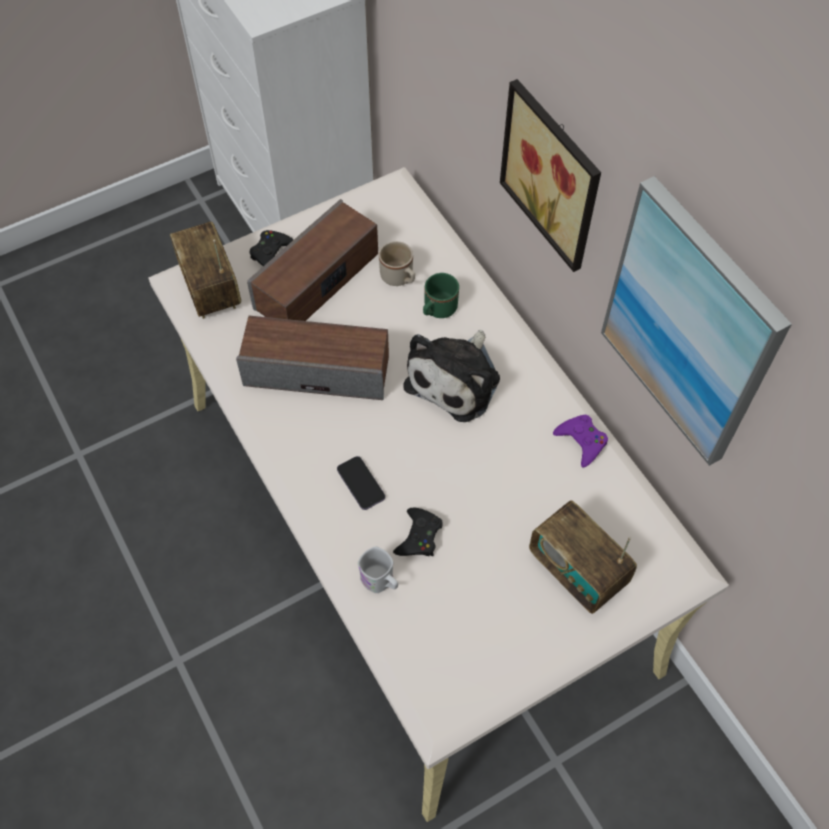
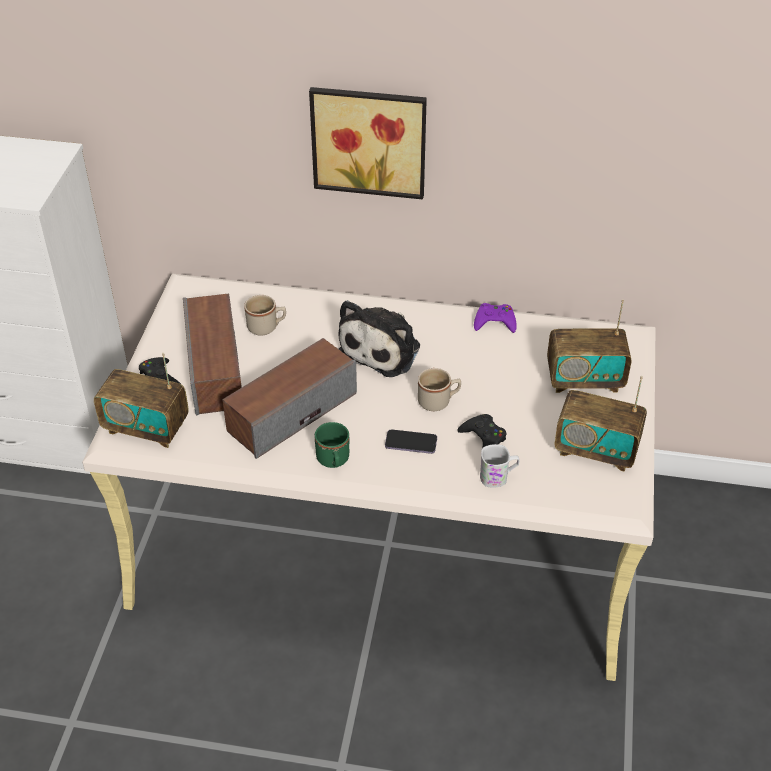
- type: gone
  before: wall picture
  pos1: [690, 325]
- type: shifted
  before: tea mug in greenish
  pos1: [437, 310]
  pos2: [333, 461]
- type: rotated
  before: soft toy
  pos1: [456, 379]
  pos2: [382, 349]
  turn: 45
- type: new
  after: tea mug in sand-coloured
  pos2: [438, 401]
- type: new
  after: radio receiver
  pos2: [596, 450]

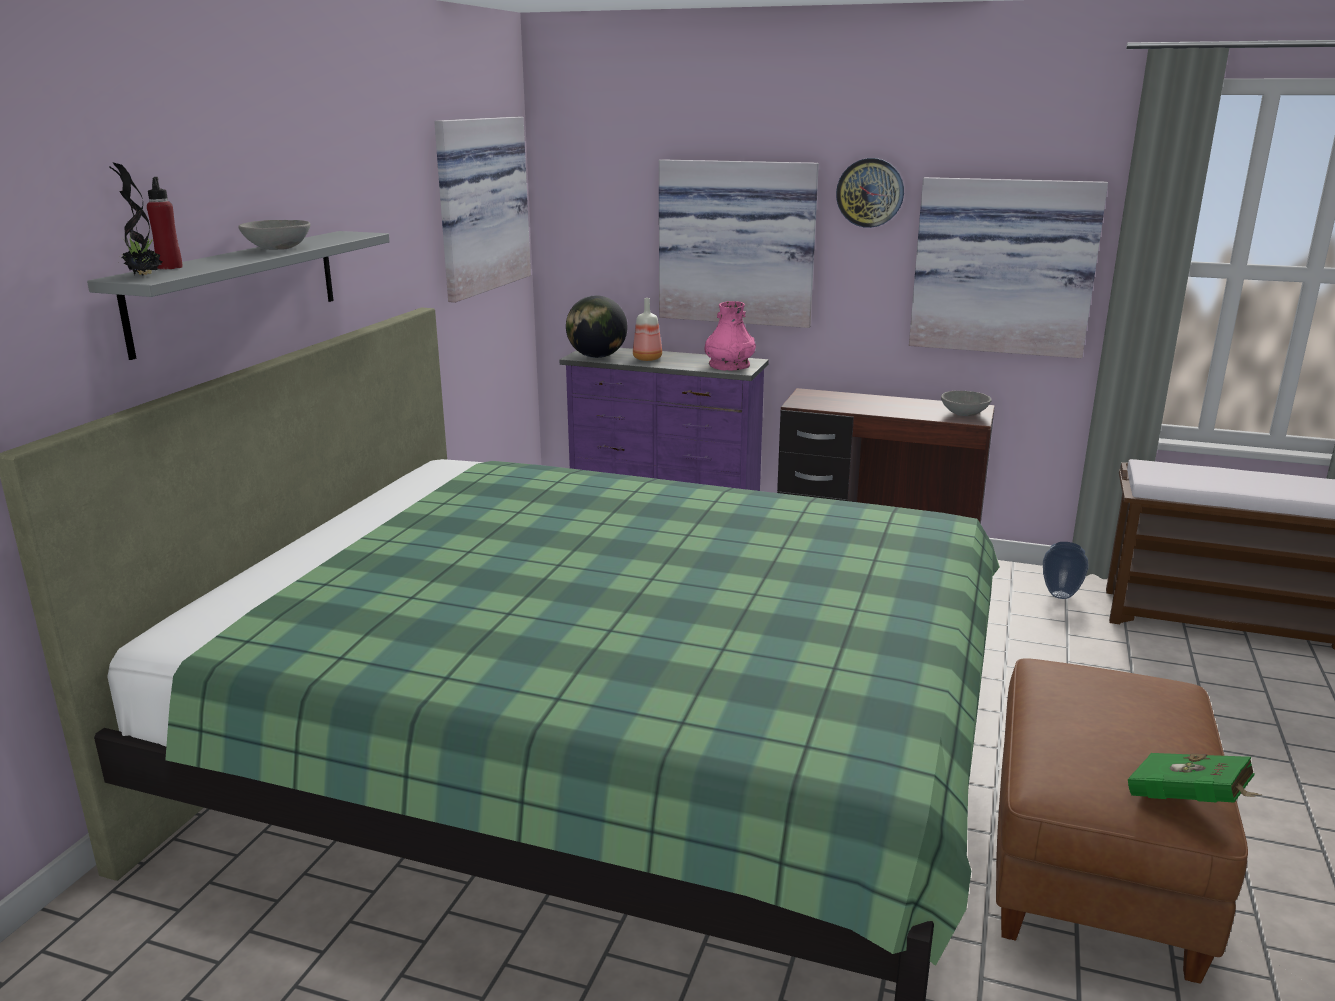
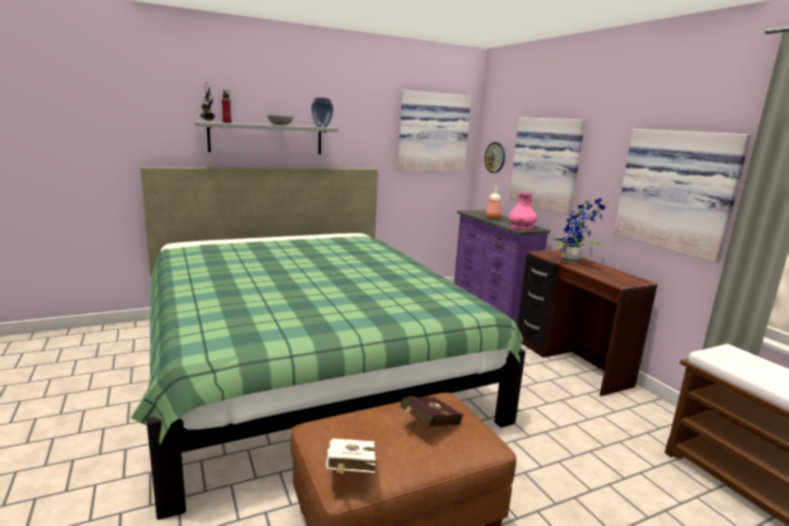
- type: shifted
  before: clock on the wall
  pos1: [870, 192]
  pos2: [495, 157]
- type: gone
  before: globe
  pos1: [597, 357]
- type: gone
  before: deep dish in grey
  pos1: [964, 414]
- type: shifted
  before: flower vase
  pos1: [1060, 595]
  pos2: [321, 126]
- type: repainted
  before: book in greenish
  after: book in white
  pos1: [1190, 803]
  pos2: [349, 472]
- type: new
  after: potted plant
  pos2: [573, 261]
- type: new
  after: book in reddish
  pos2: [428, 425]

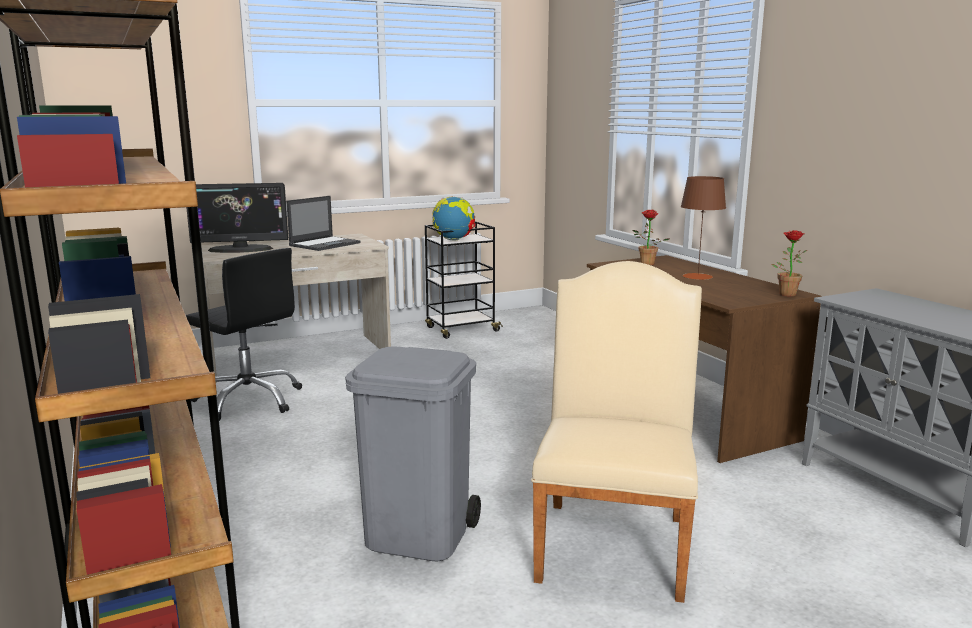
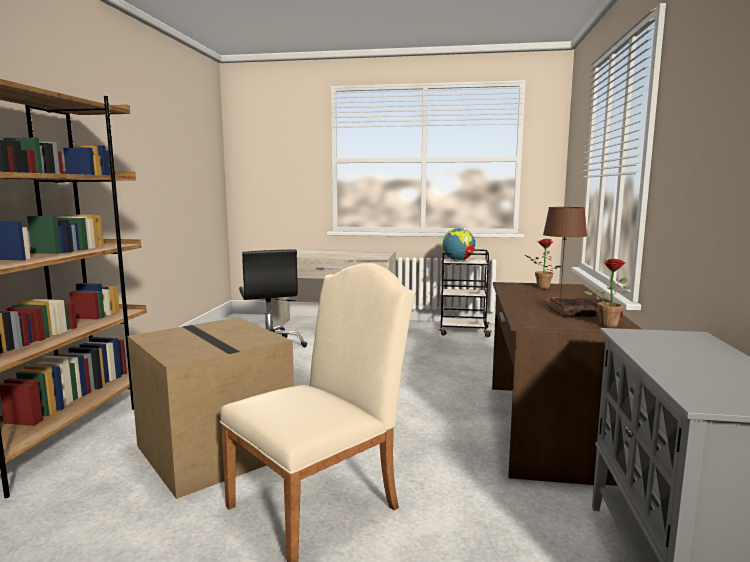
- type: gone
  before: monitor
  pos1: [241, 249]
- type: gone
  before: laptop
  pos1: [325, 244]
- type: swapped
  before: trash can in grey
  after: carton
  pos1: [419, 536]
  pos2: [218, 450]
- type: new
  after: book in brown
  pos2: [582, 312]

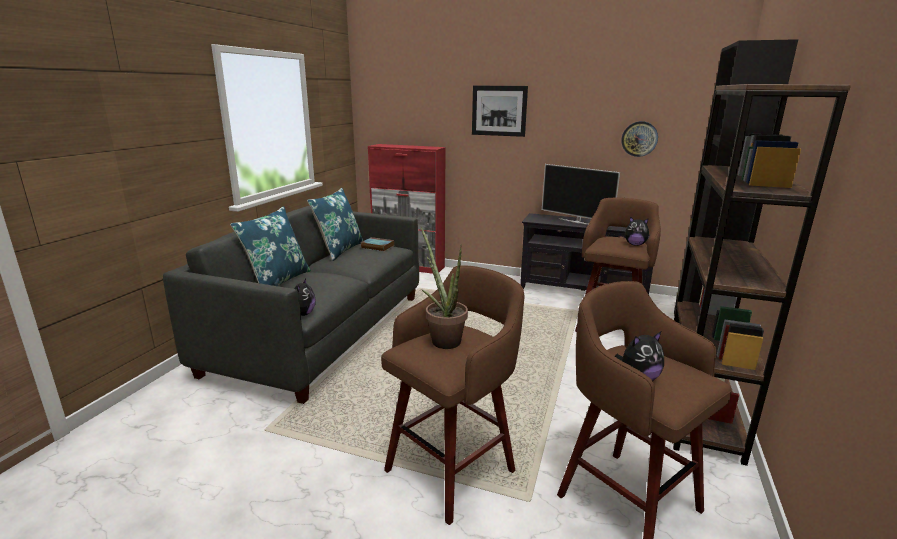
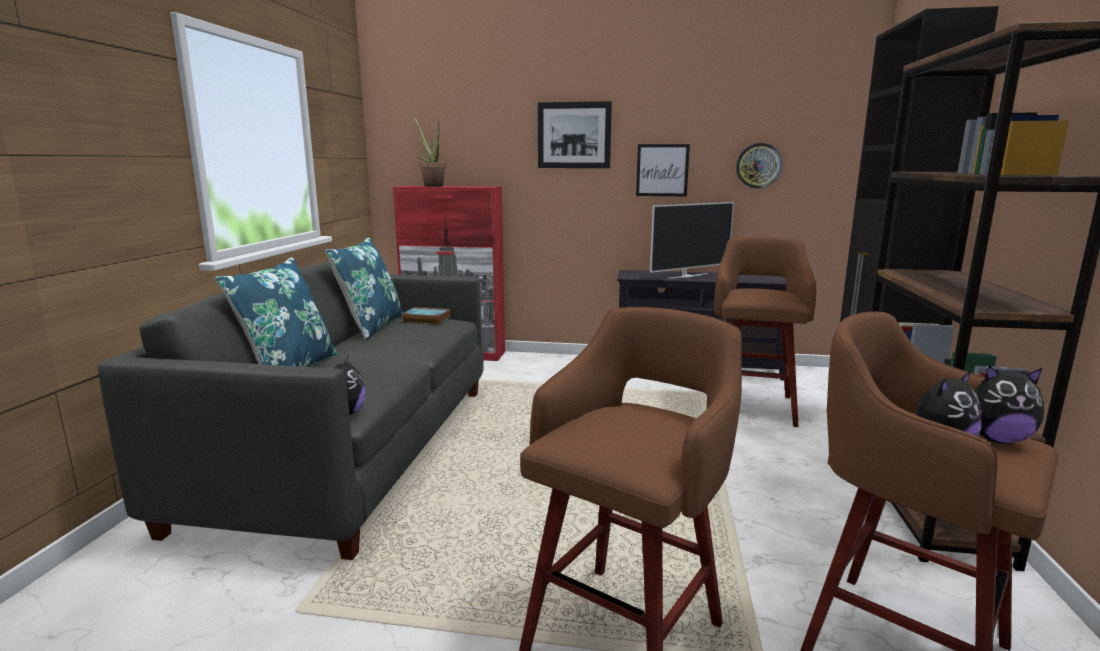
- type: rotated
  before: TV
  pos1: [576, 222]
  pos2: [687, 276]
  turn: -60
- type: shifted
  before: soft toy
  pos1: [635, 244]
  pos2: [996, 439]
- type: shifted
  before: potted plant
  pos1: [442, 339]
  pos2: [431, 186]
- type: new
  after: wall picture
  pos2: [662, 170]

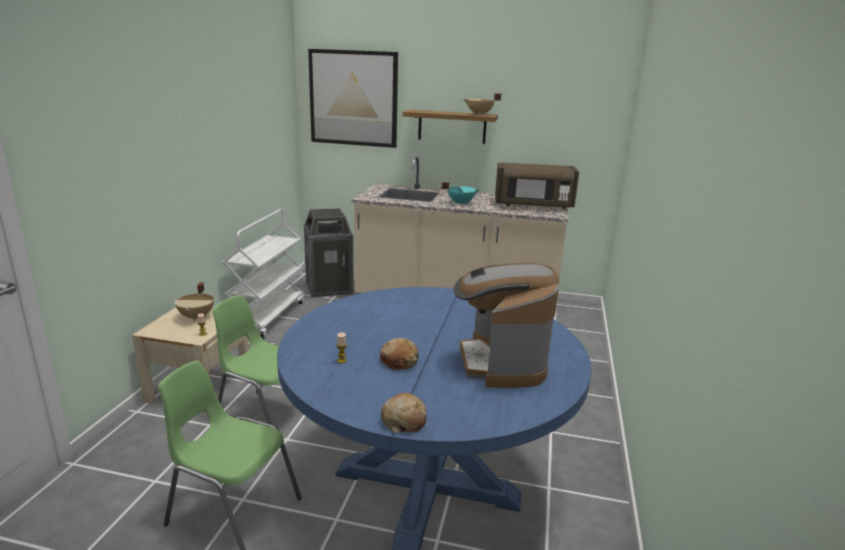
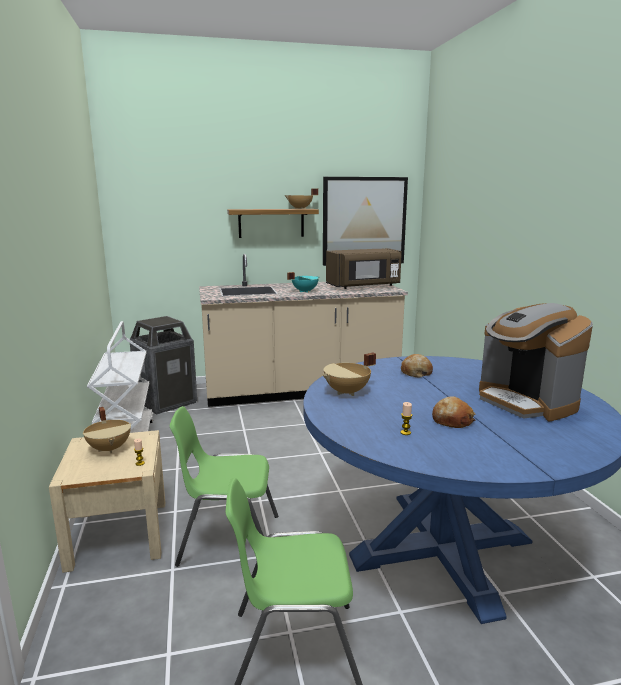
- type: shifted
  before: wall picture
  pos1: [353, 98]
  pos2: [364, 221]
- type: shifted
  before: baked bread
  pos1: [404, 420]
  pos2: [416, 372]
- type: new
  after: cooking pot in sand-coloured
  pos2: [347, 392]

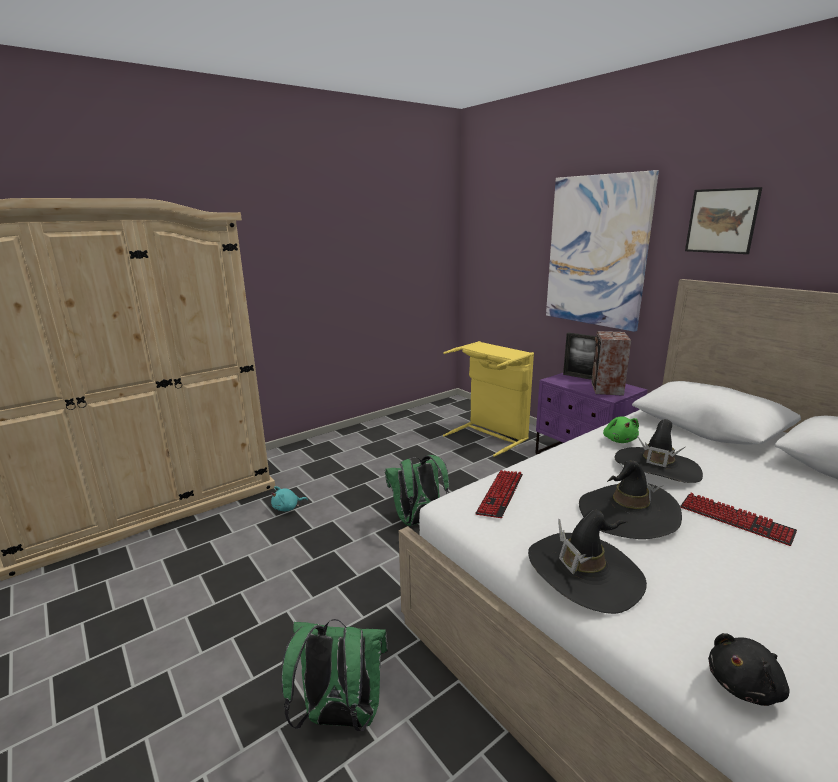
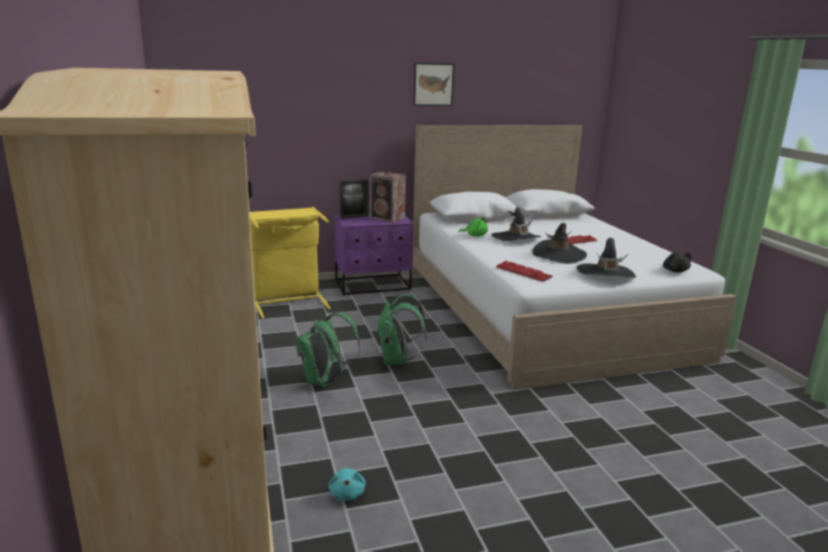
- type: gone
  before: wall picture
  pos1: [596, 251]
- type: shifted
  before: soft toy in turquoise-coloured
  pos1: [287, 508]
  pos2: [347, 493]
- type: shifted
  before: rucksack in greenish
  pos1: [340, 717]
  pos2: [325, 382]

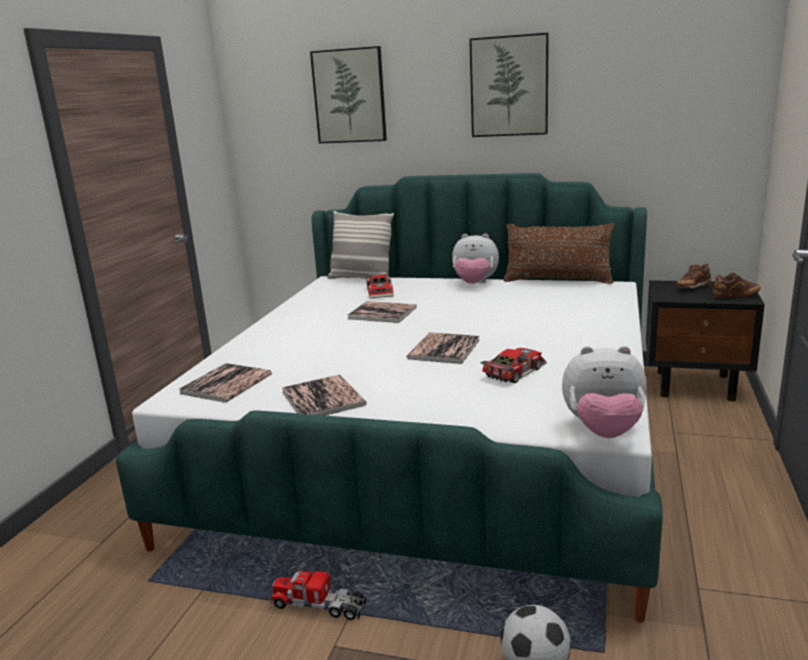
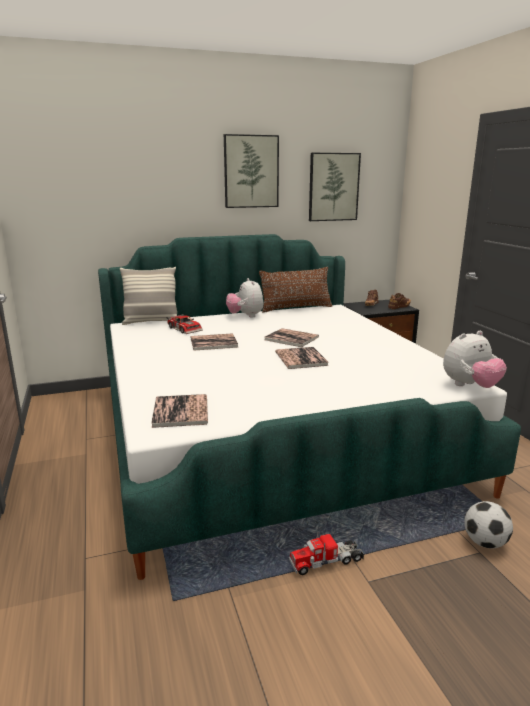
- type: shifted
  before: wall picture
  pos1: [349, 96]
  pos2: [333, 187]
- type: rotated
  before: soft toy
  pos1: [475, 284]
  pos2: [245, 316]
  turn: 90
- type: gone
  before: toy car
  pos1: [512, 371]
- type: shifted
  before: book
  pos1: [323, 398]
  pos2: [291, 338]

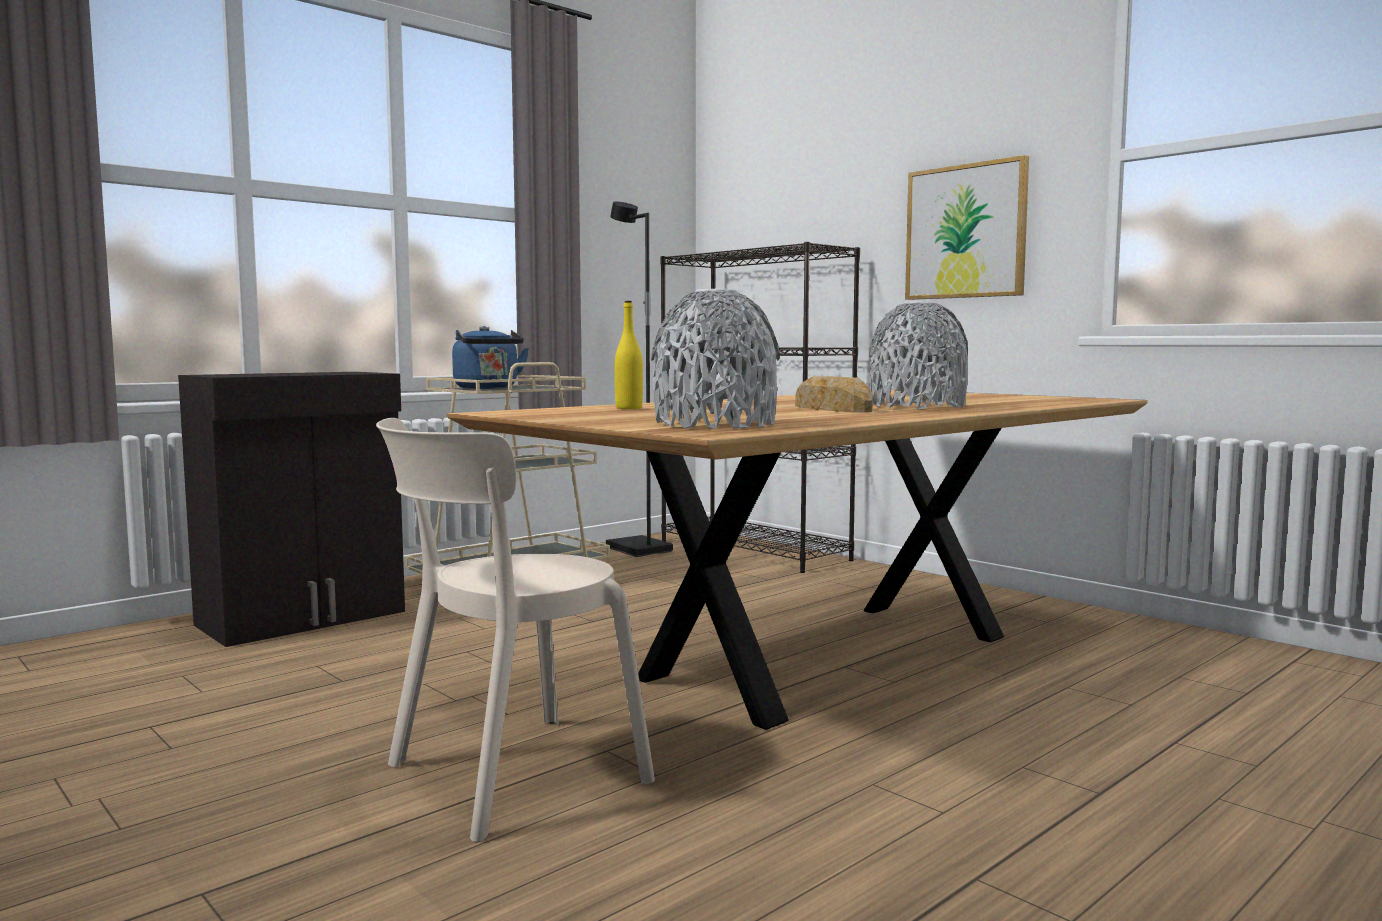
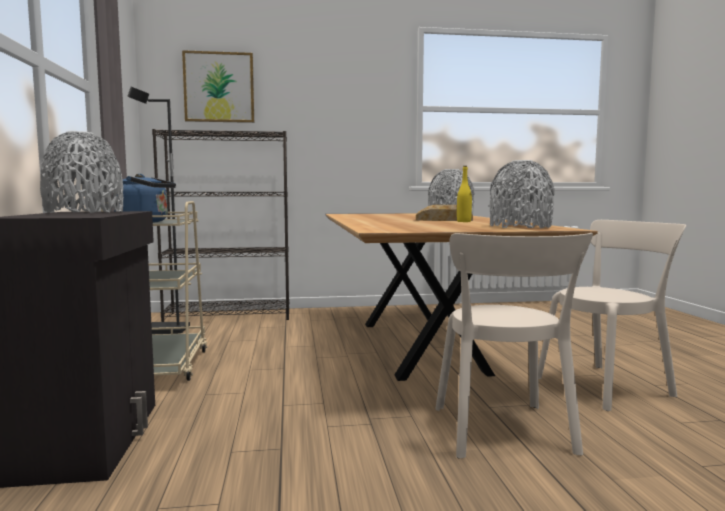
- type: shifted
  before: wall picture
  pos1: [966, 232]
  pos2: [219, 87]
- type: shifted
  before: bottle in yellow-coloured
  pos1: [629, 408]
  pos2: [463, 221]
- type: new
  after: flower vase in grey
  pos2: [84, 212]
- type: new
  after: plain chair in sand-coloured
  pos2: [607, 385]

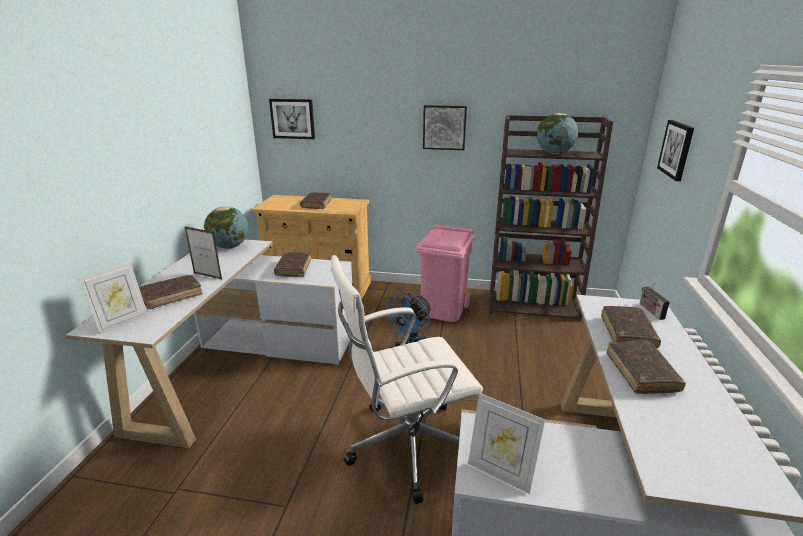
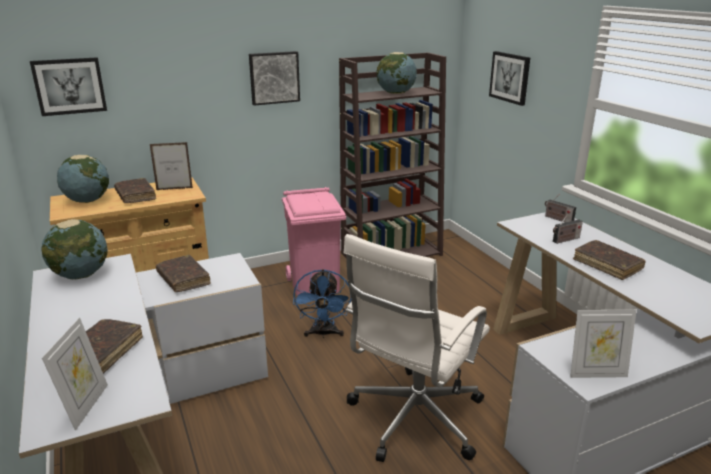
- type: shifted
  before: picture frame
  pos1: [207, 276]
  pos2: [174, 189]
- type: swapped
  before: book in brown
  after: radio receiver
  pos1: [627, 332]
  pos2: [565, 240]
- type: new
  after: globe
  pos2: [87, 200]

